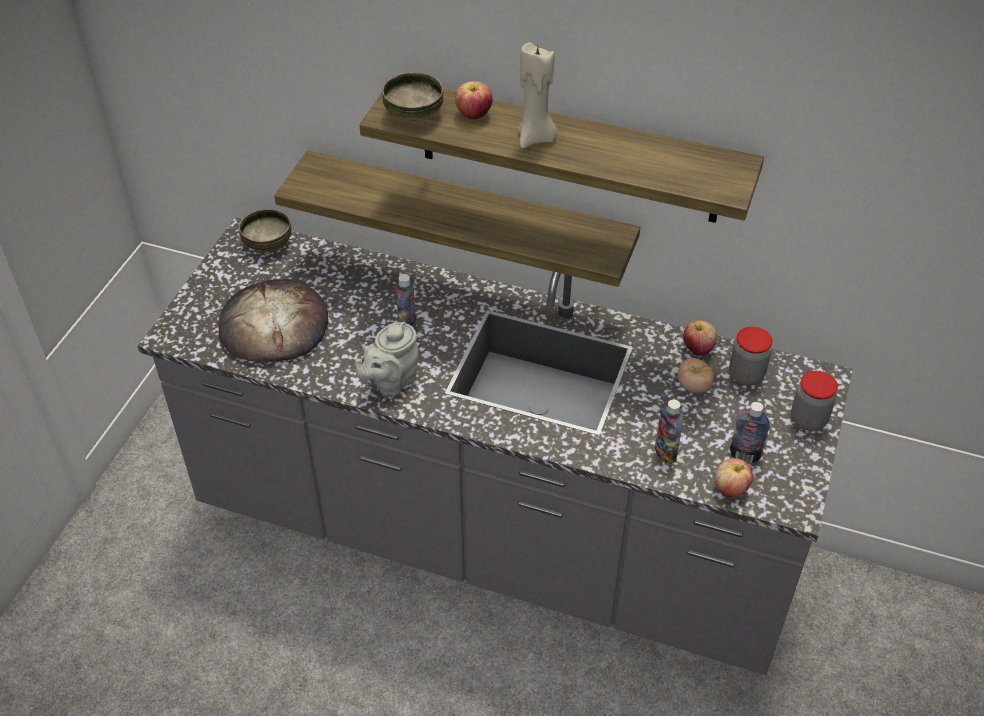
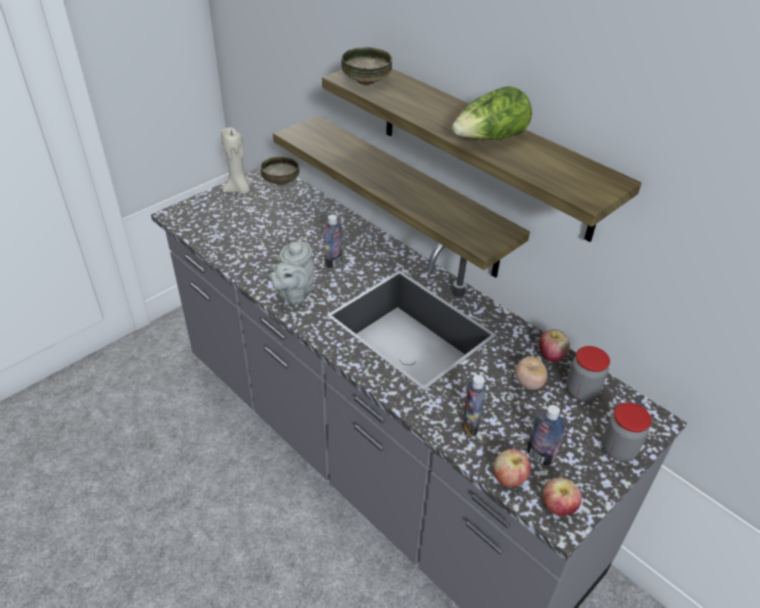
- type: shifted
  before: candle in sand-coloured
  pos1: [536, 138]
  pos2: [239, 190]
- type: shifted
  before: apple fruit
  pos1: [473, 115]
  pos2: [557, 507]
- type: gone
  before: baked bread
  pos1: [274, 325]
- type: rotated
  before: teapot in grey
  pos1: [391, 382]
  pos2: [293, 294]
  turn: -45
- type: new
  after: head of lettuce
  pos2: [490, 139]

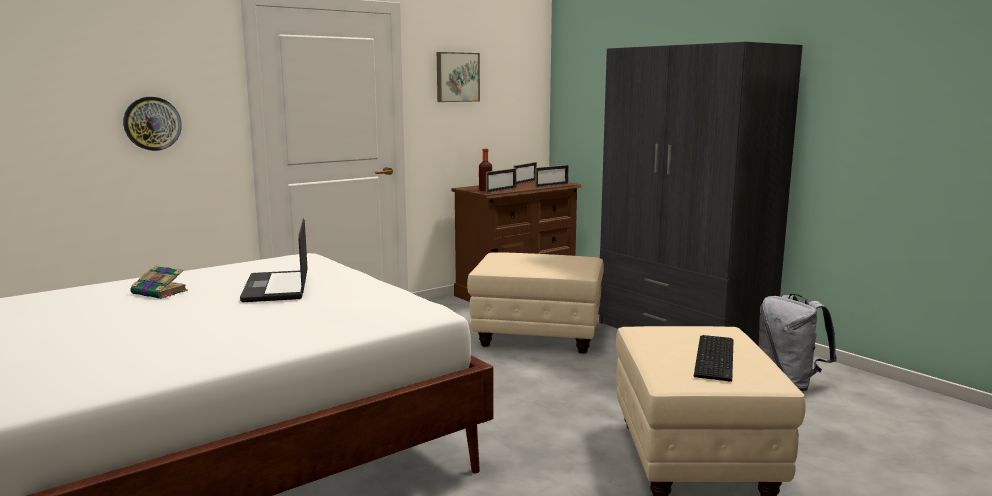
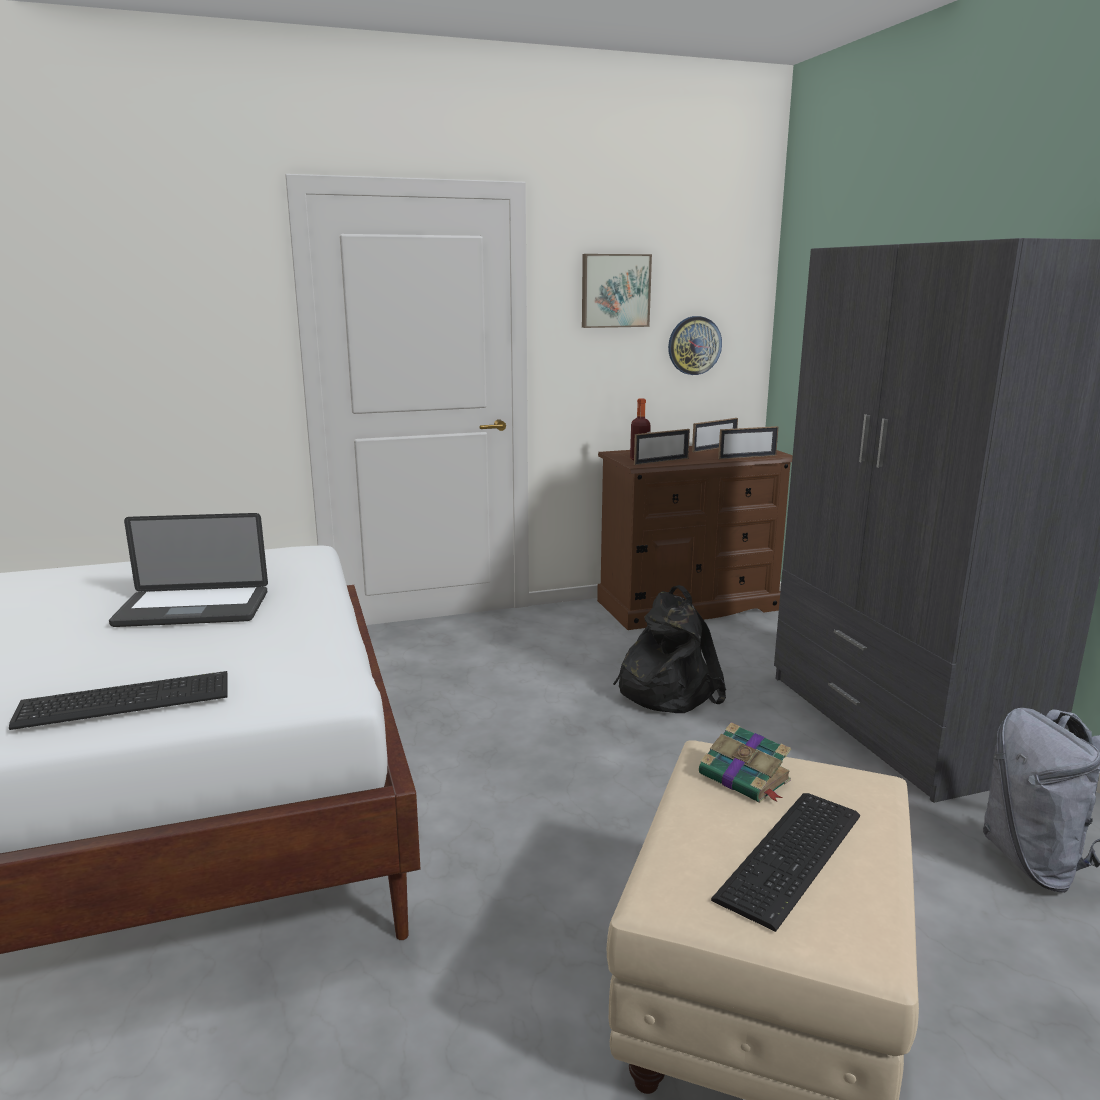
- type: shifted
  before: clock on the wall
  pos1: [152, 123]
  pos2: [694, 345]
- type: rotated
  before: laptop
  pos1: [276, 288]
  pos2: [193, 609]
  turn: -105
- type: swapped
  before: footrest in sand-coloured
  after: rucksack in blackish
  pos1: [537, 336]
  pos2: [665, 690]
- type: shifted
  before: book
  pos1: [160, 292]
  pos2: [746, 778]
- type: new
  after: computer keyboard
  pos2: [123, 699]

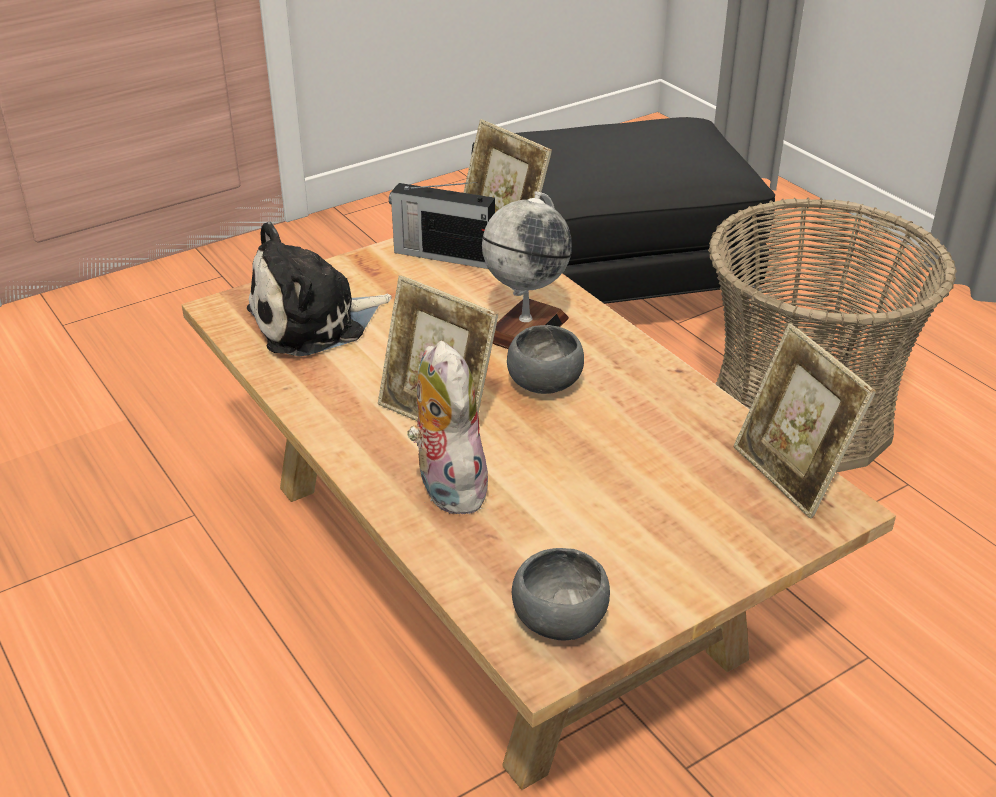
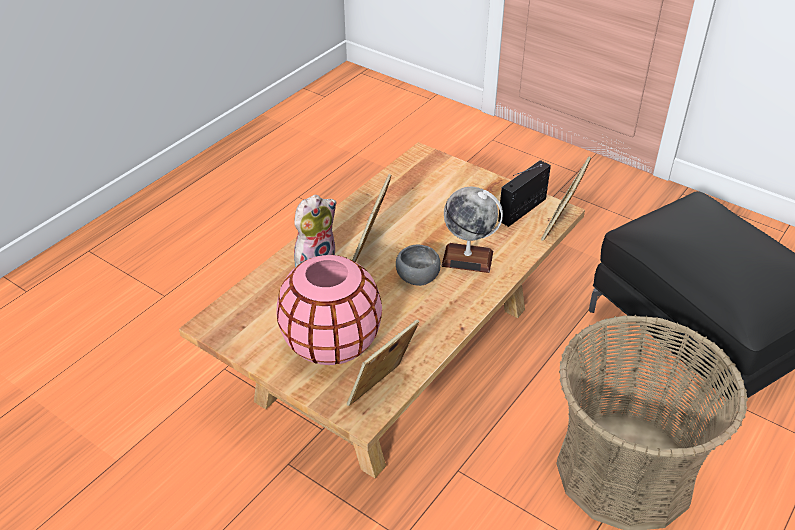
- type: rotated
  before: radio receiver
  pos1: [442, 255]
  pos2: [523, 209]
  turn: 45
- type: gone
  before: soft toy
  pos1: [314, 322]
- type: gone
  before: deep dish in grey
  pos1: [560, 623]
- type: new
  after: flower vase in pink-coloured
  pos2: [331, 344]

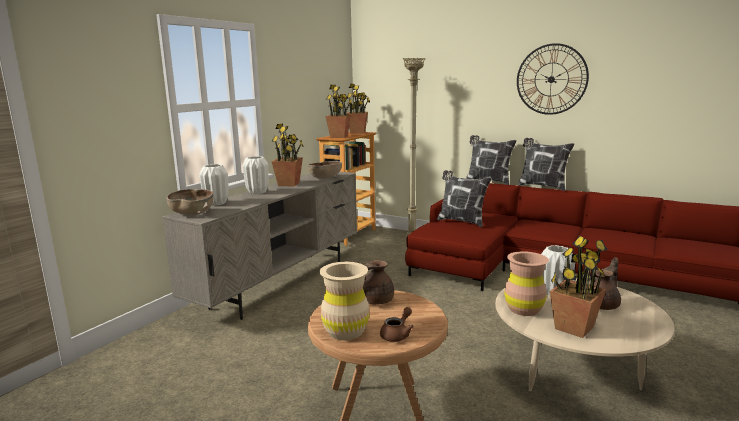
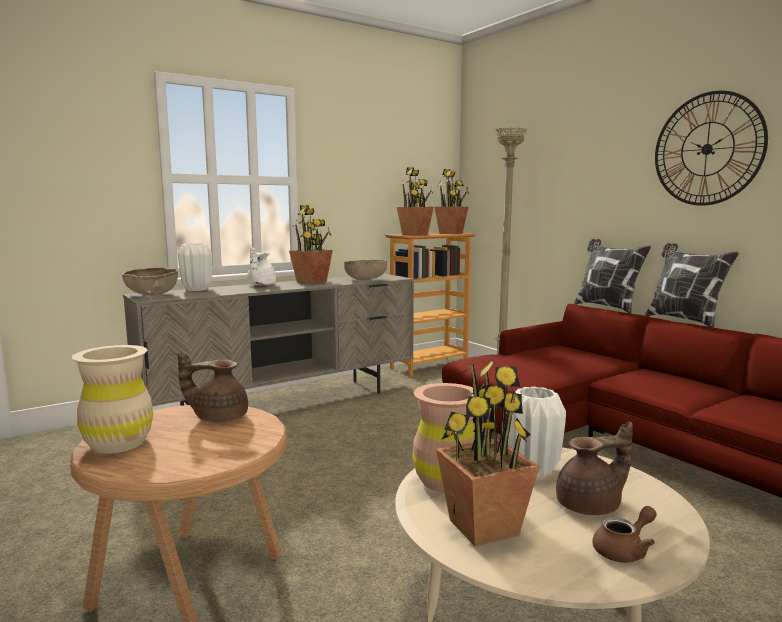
- type: swapped
  before: flower vase in white
  after: teapot in white
  pos1: [257, 192]
  pos2: [260, 285]
- type: gone
  before: cushion
  pos1: [461, 221]
- type: shifted
  before: teapot in brown
  pos1: [397, 335]
  pos2: [624, 550]

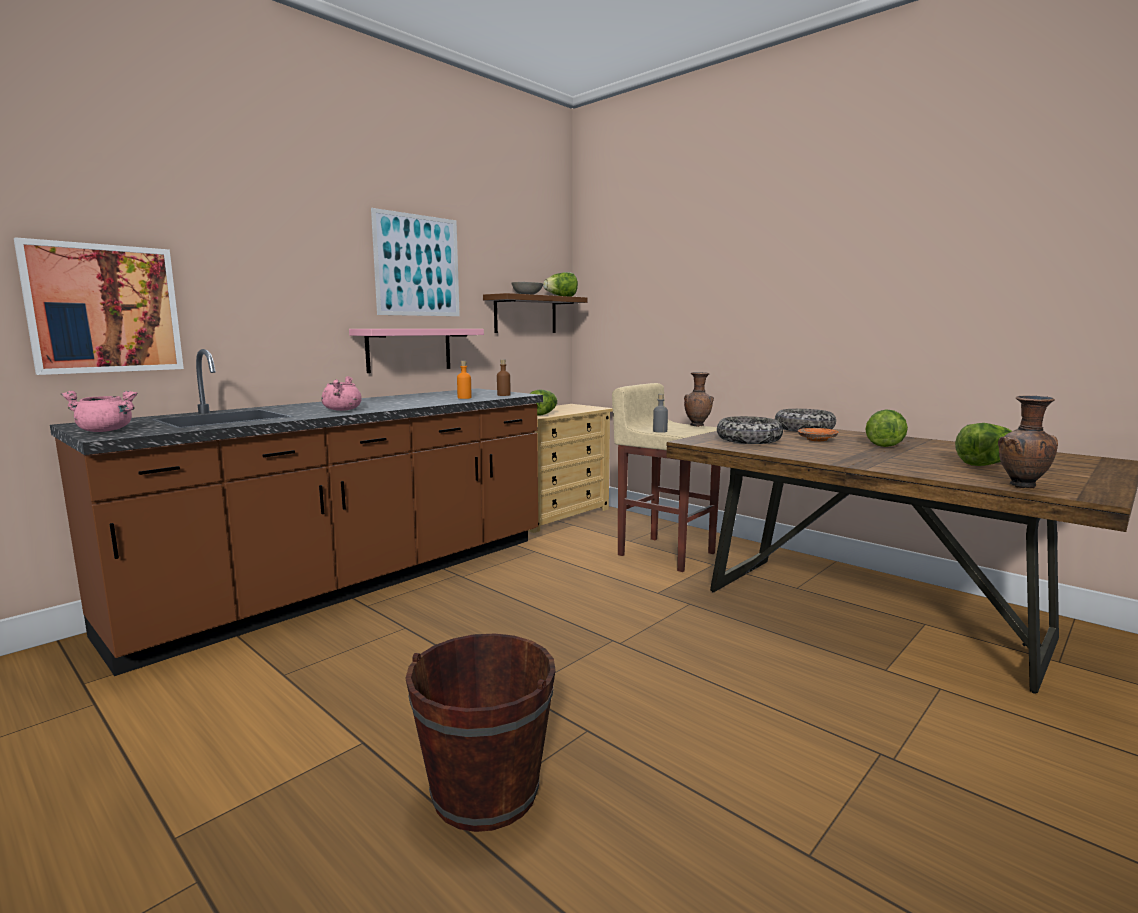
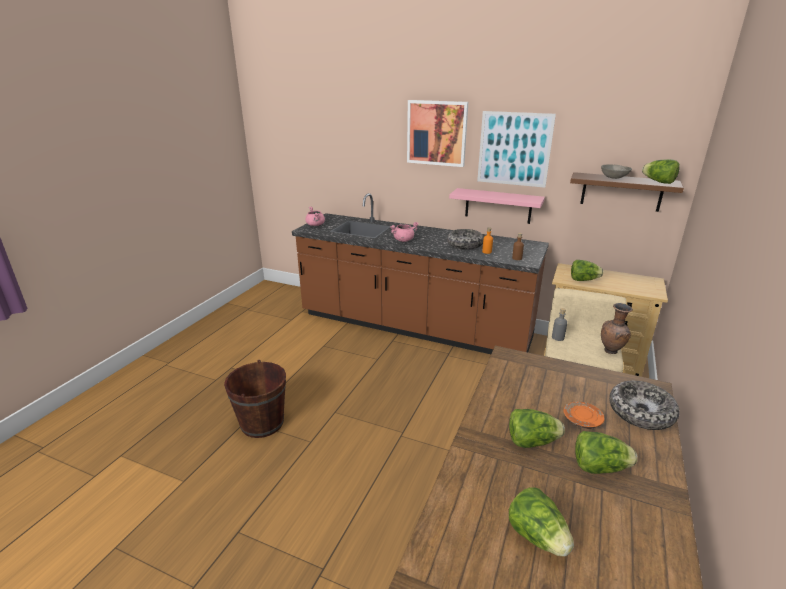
- type: shifted
  before: wall picture
  pos1: [104, 309]
  pos2: [437, 133]
- type: gone
  before: flower vase in brown
  pos1: [1022, 486]
- type: shifted
  before: deep dish
  pos1: [749, 440]
  pos2: [464, 244]
- type: new
  after: head of lettuce
  pos2: [532, 441]

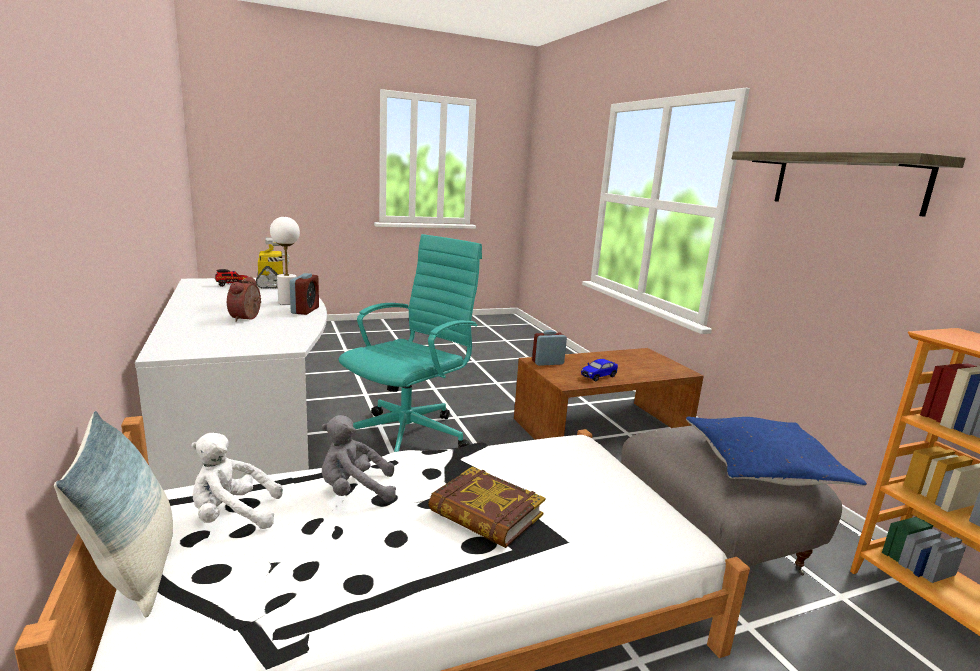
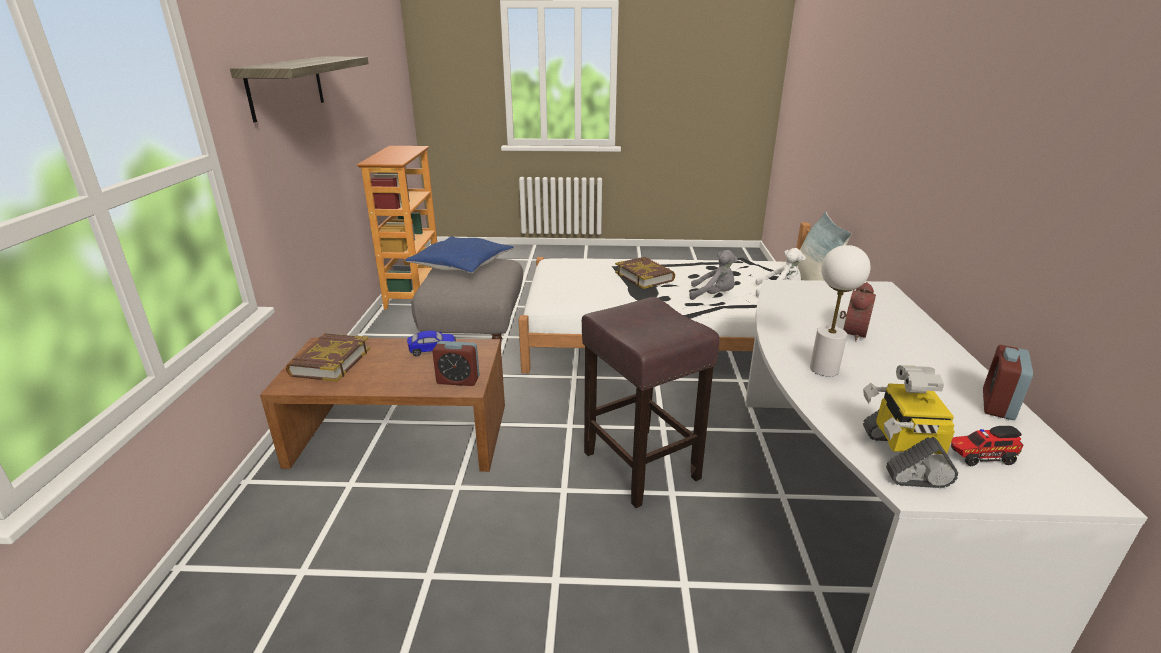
- type: swapped
  before: computer chair in turquoise-coloured
  after: sitting stool in brown
  pos1: [409, 436]
  pos2: [639, 464]
- type: shifted
  before: table clock
  pos1: [305, 310]
  pos2: [997, 405]
- type: new
  after: book
  pos2: [330, 362]

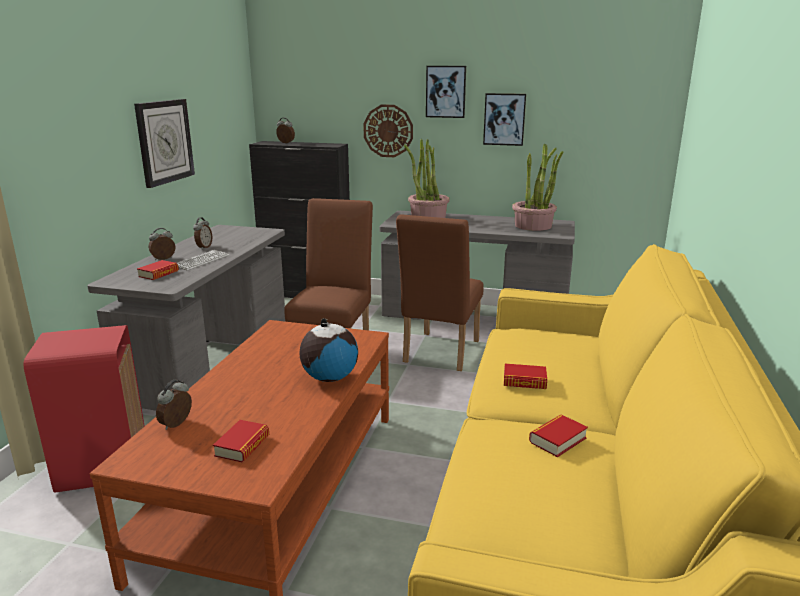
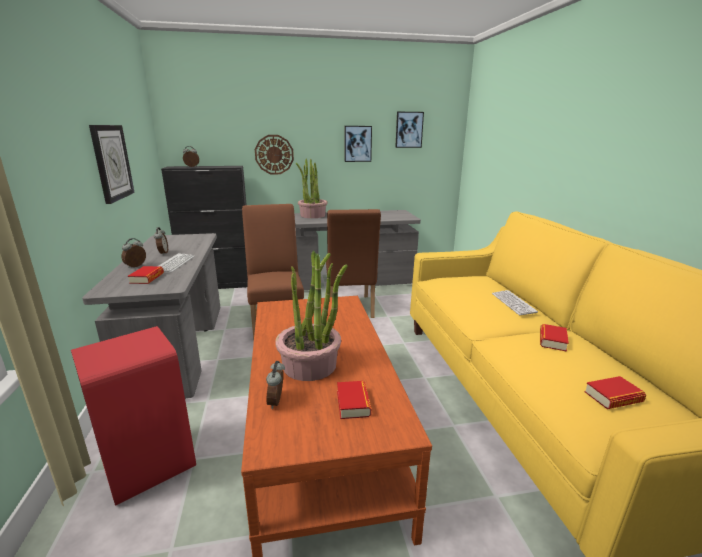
- type: shifted
  before: wall picture
  pos1: [446, 91]
  pos2: [409, 130]
- type: shifted
  before: potted plant
  pos1: [533, 226]
  pos2: [310, 365]
- type: gone
  before: globe
  pos1: [329, 378]
- type: shifted
  before: book
  pos1: [524, 381]
  pos2: [613, 397]
- type: new
  after: computer keyboard
  pos2: [513, 303]

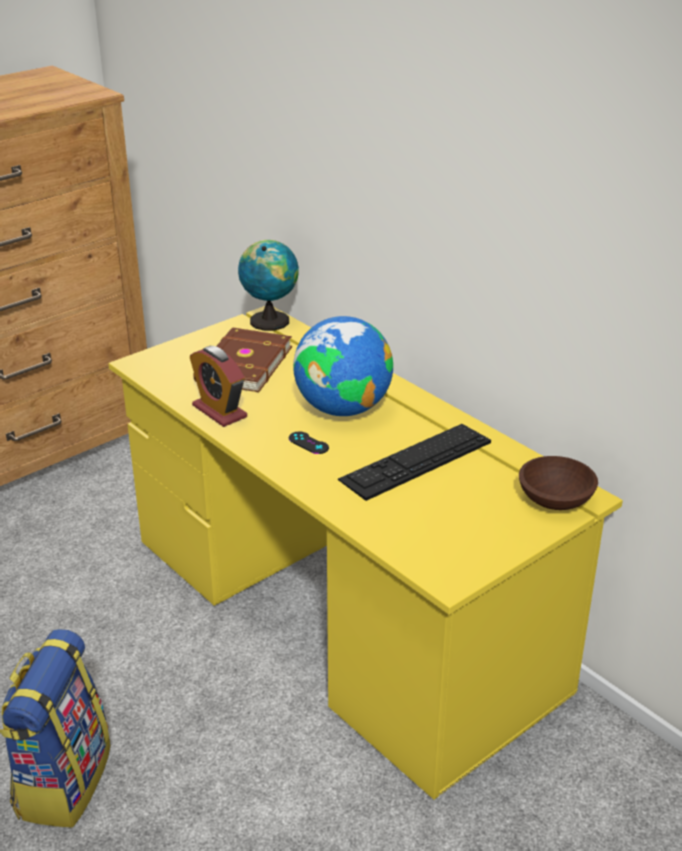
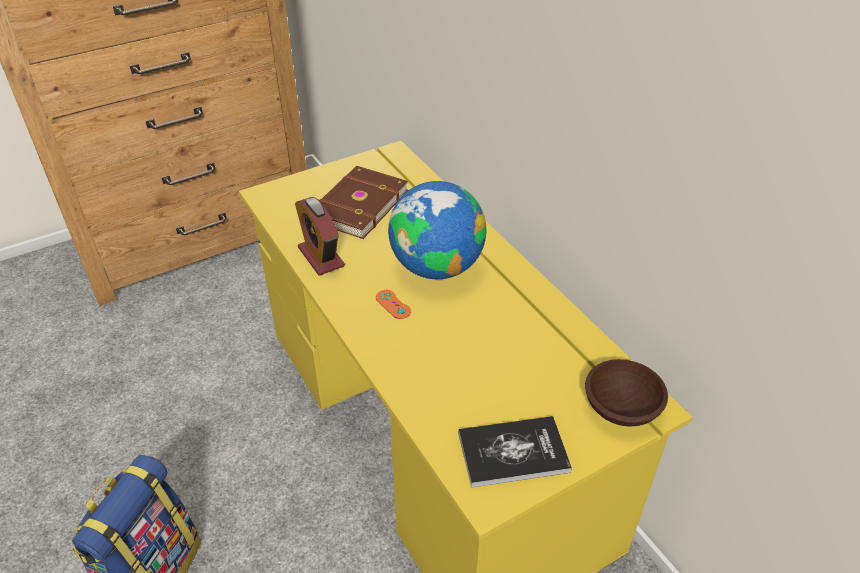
- type: gone
  before: globe
  pos1: [270, 320]
- type: gone
  before: computer keyboard
  pos1: [416, 460]
- type: repainted
  before: gamepad in blackish
  after: gamepad in orangey
  pos1: [308, 443]
  pos2: [393, 304]
- type: new
  after: book
  pos2: [513, 452]

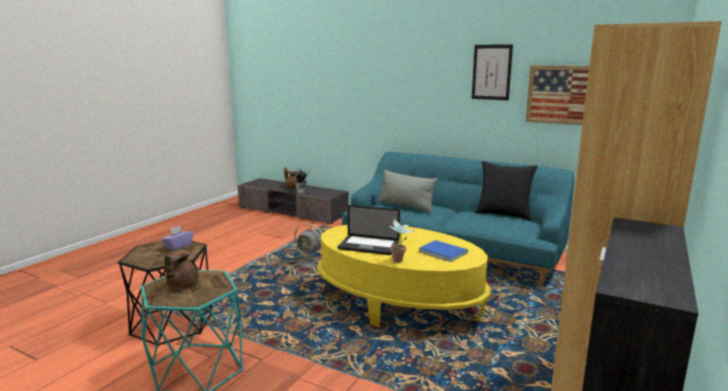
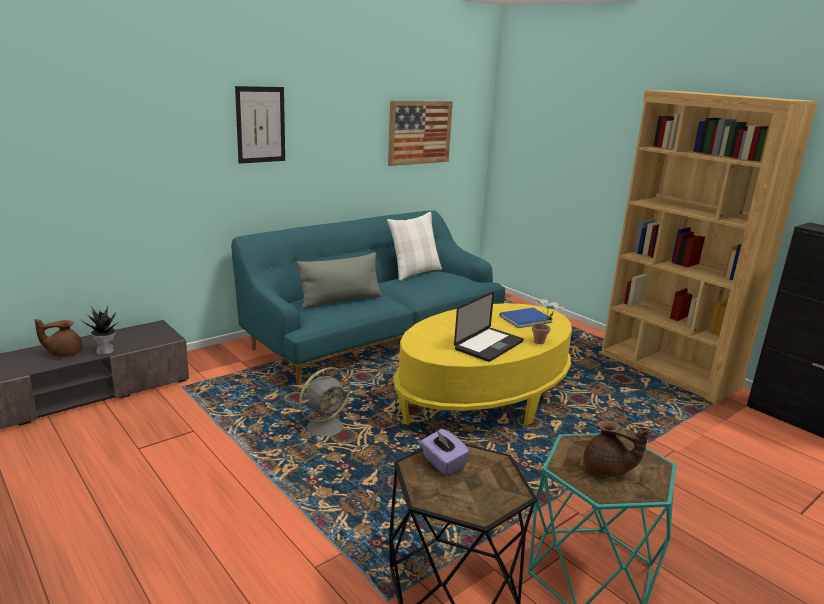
- type: shifted
  before: wall picture
  pos1: [491, 72]
  pos2: [260, 125]
- type: repainted
  before: cushion in blackish
  after: cushion in white
  pos1: [503, 214]
  pos2: [414, 273]

